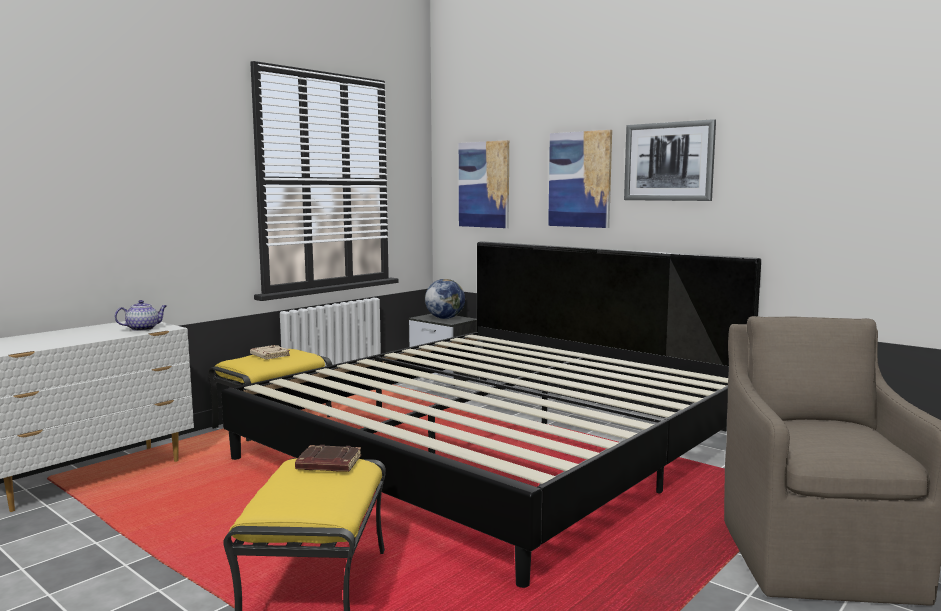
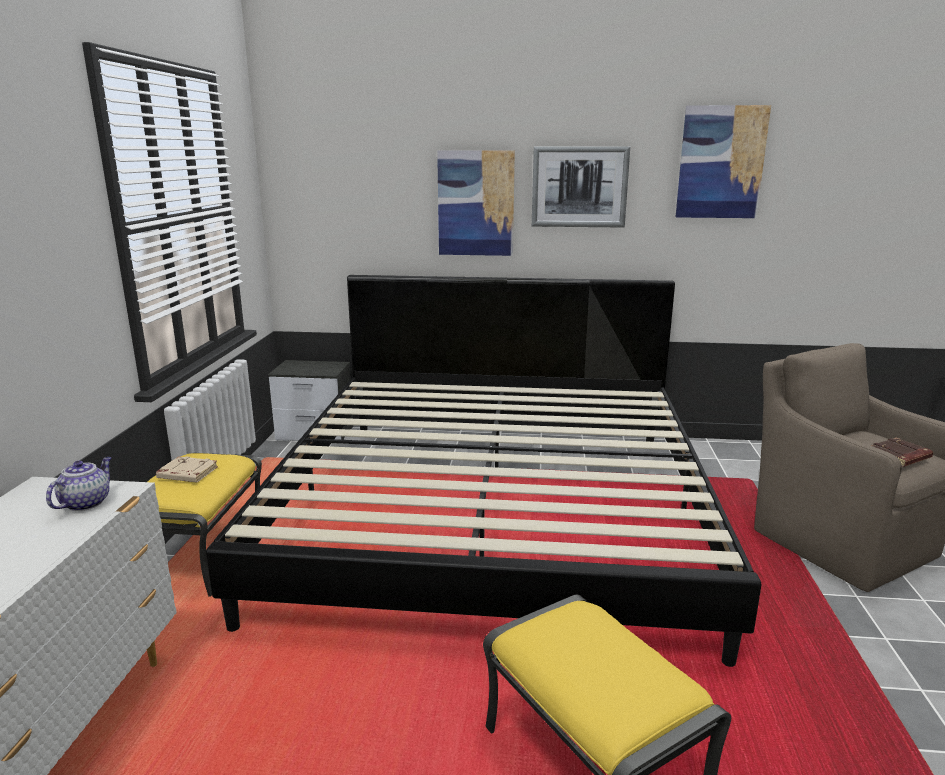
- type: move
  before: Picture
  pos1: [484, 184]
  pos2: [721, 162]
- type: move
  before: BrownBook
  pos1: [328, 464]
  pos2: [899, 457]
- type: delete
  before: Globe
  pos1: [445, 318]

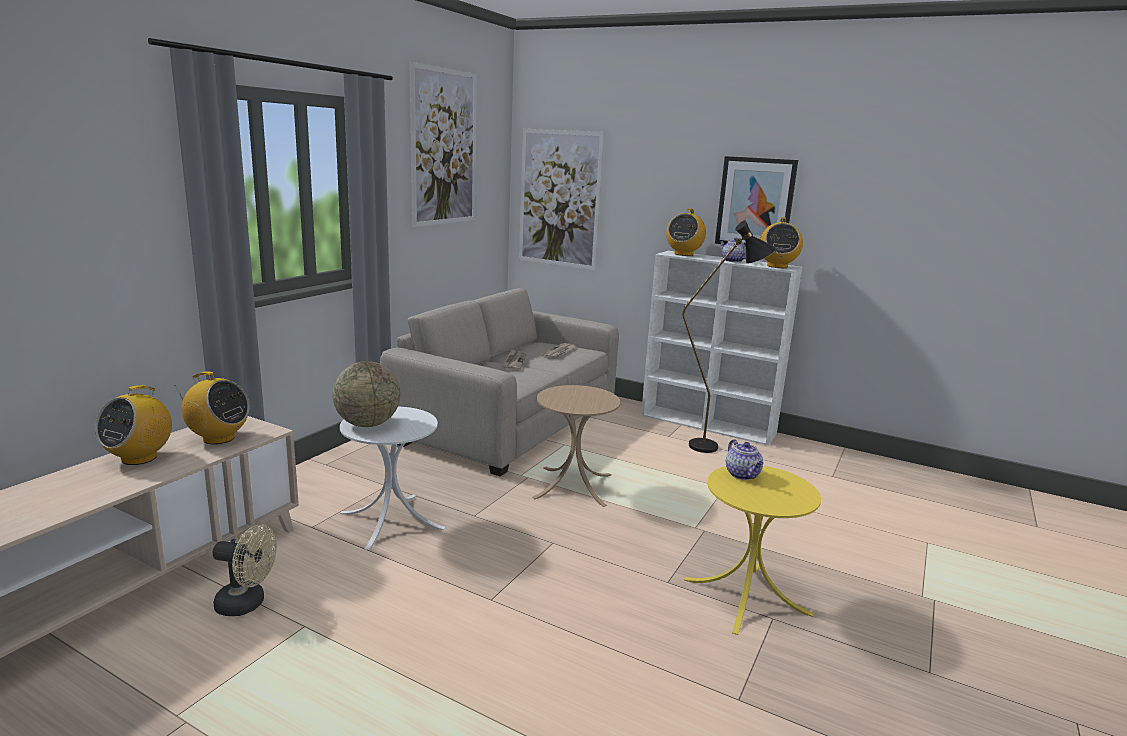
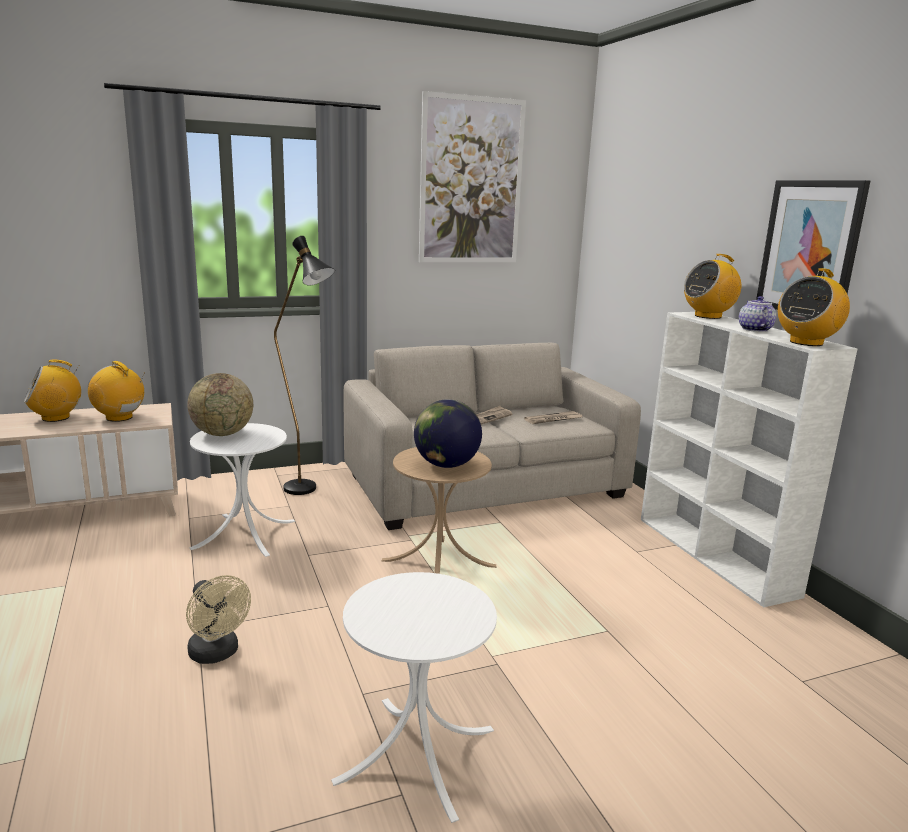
- type: rotate
  before: Radio
  pos1: [218, 438]
  pos2: [119, 417]
  turn: 150
- type: move
  before: BeigeFan
  pos1: [247, 604]
  pos2: [217, 654]
- type: move
  before: BlackFloorLamp
  pos1: [714, 447]
  pos2: [308, 492]
- type: recolor
  before: YellowSideTable
  after: WhiteSideTable
  pos1: [747, 596]
  pos2: [416, 754]
- type: insert
  after: Globe
  pos2: [446, 465]
- type: delete
  before: Picture
  pos1: [559, 199]
- type: delete
  before: Teapot
  pos1: [743, 475]

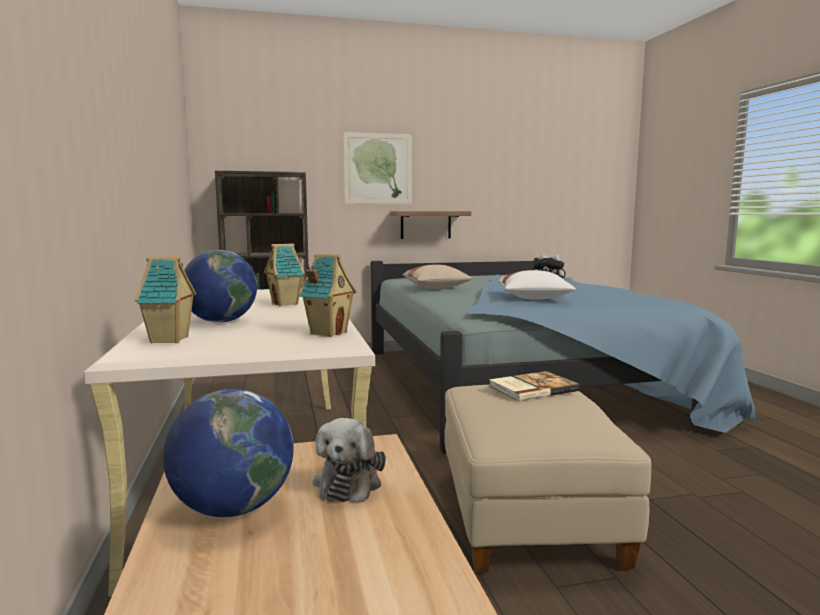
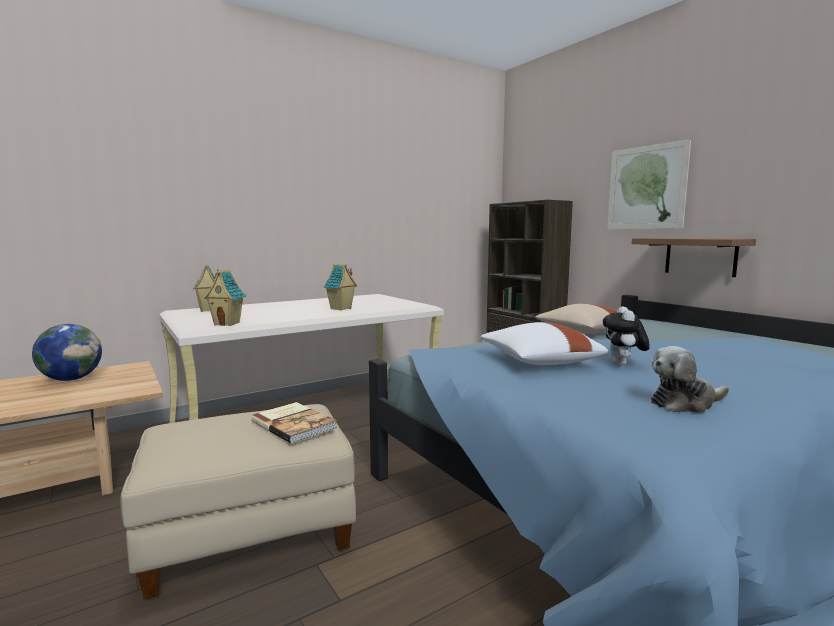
- type: move
  before: PlushToy
  pos1: [349, 482]
  pos2: [685, 403]
- type: delete
  before: Globe
  pos1: [221, 321]

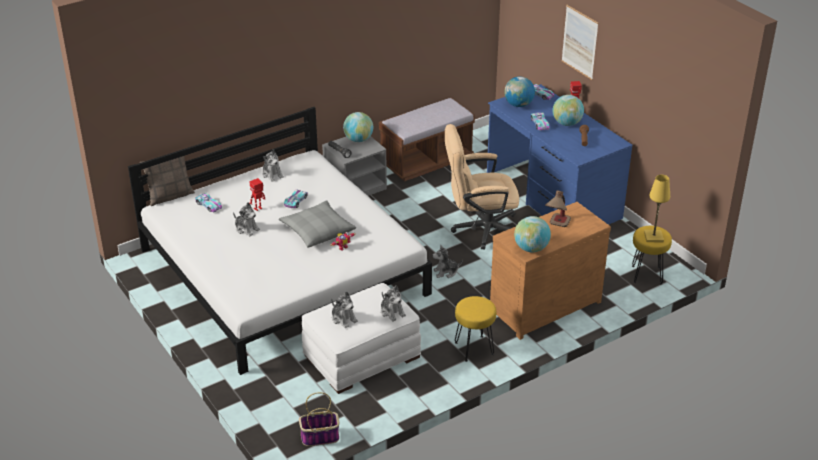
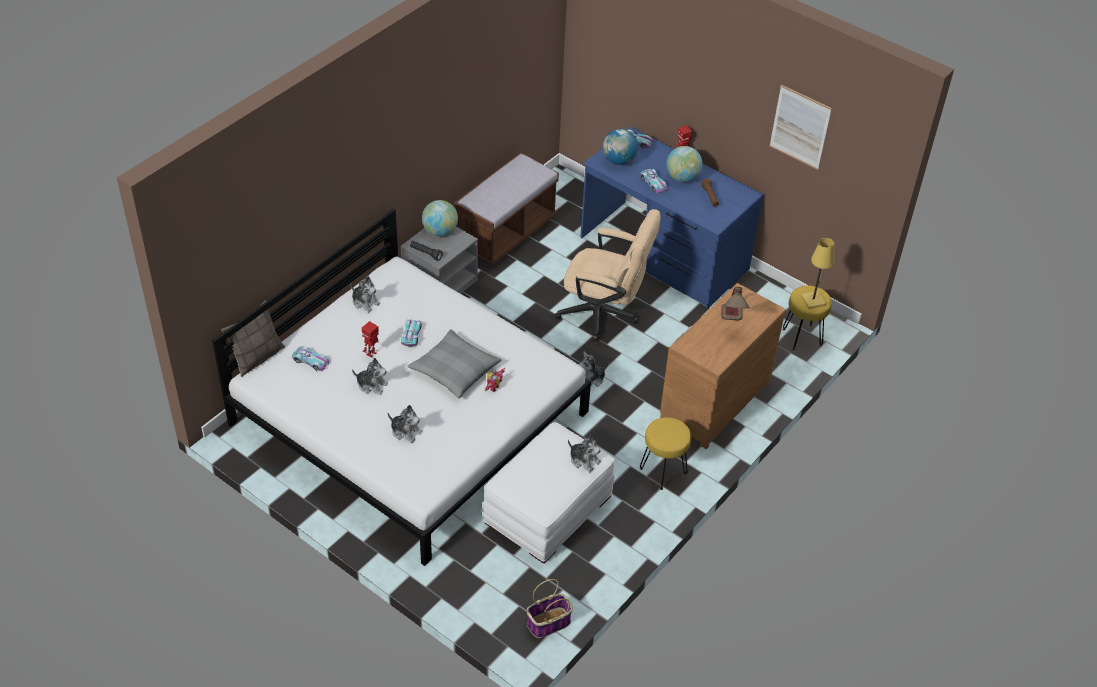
- type: move
  before: PlushToy
  pos1: [343, 319]
  pos2: [405, 431]
- type: rotate
  before: BeigeOfficeChair
  pos1: [480, 229]
  pos2: [604, 314]
  turn: -135
- type: move
  before: Picture
  pos1: [579, 42]
  pos2: [800, 127]
- type: delete
  before: Globe
  pos1: [531, 248]

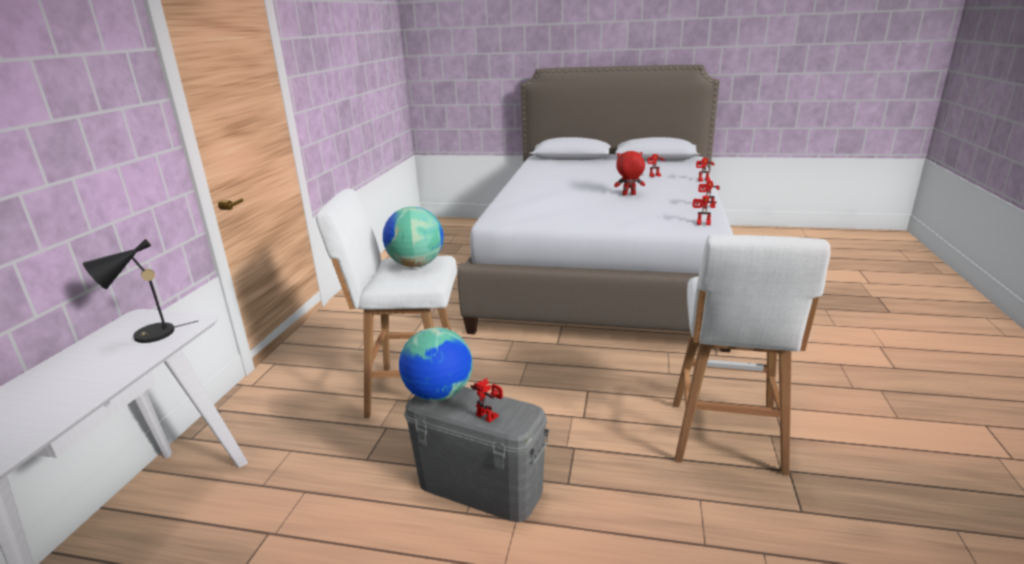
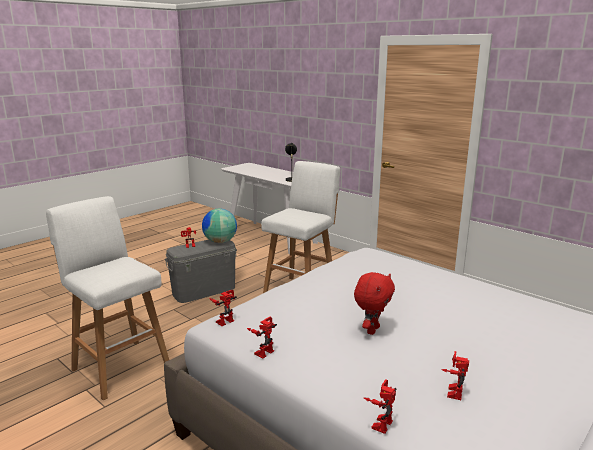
- type: delete
  before: Globe
  pos1: [416, 264]

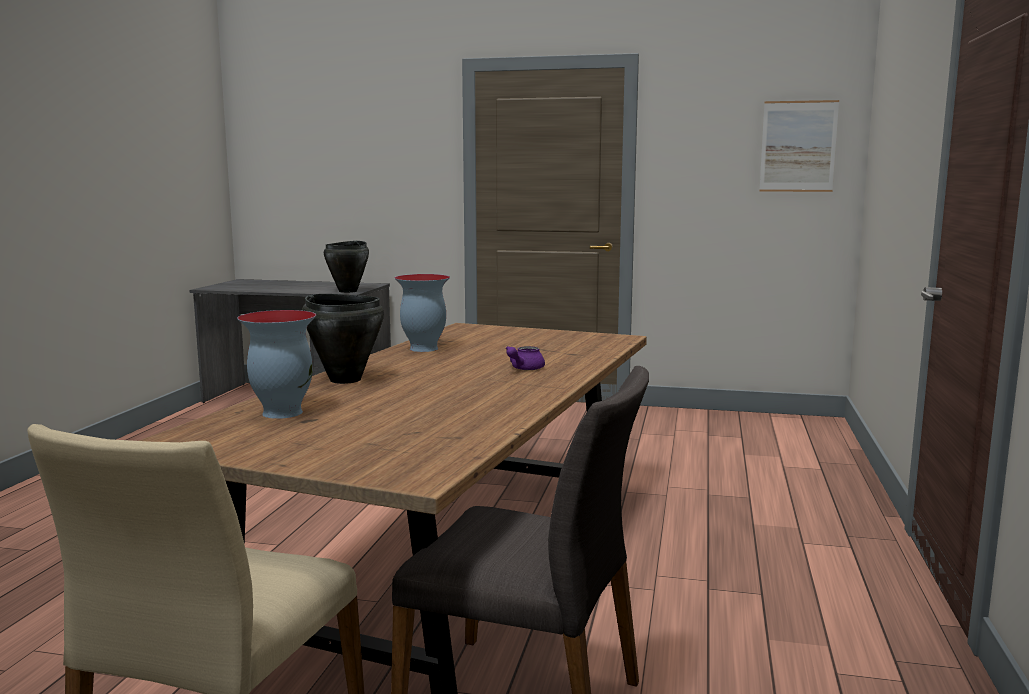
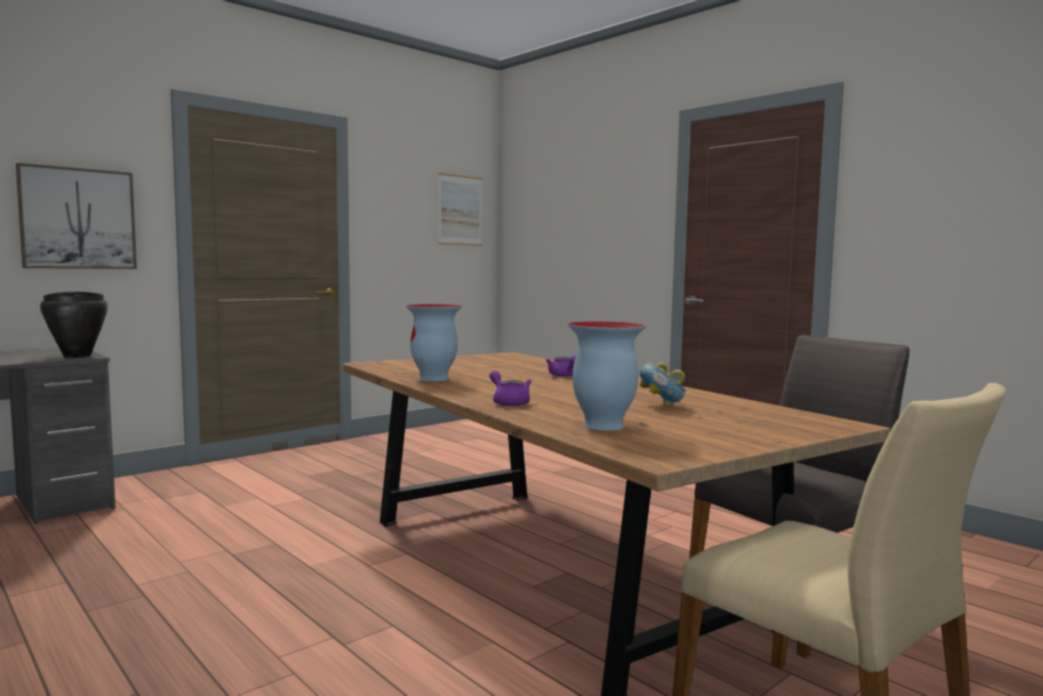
- type: insert
  after: Picture
  pos2: [78, 219]
- type: replace
  before: BlackCookingPot
  after: PurpleTeapot
  pos1: [345, 379]
  pos2: [509, 403]
- type: insert
  after: Bowl
  pos2: [662, 406]

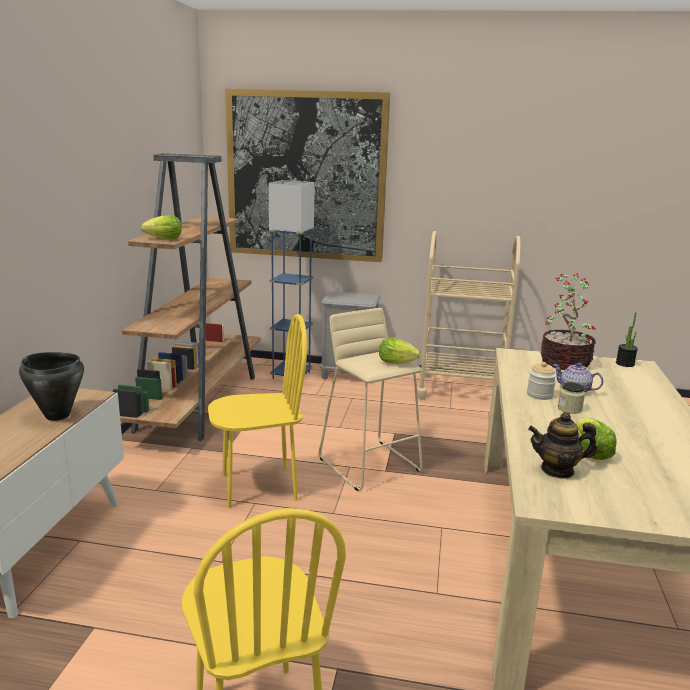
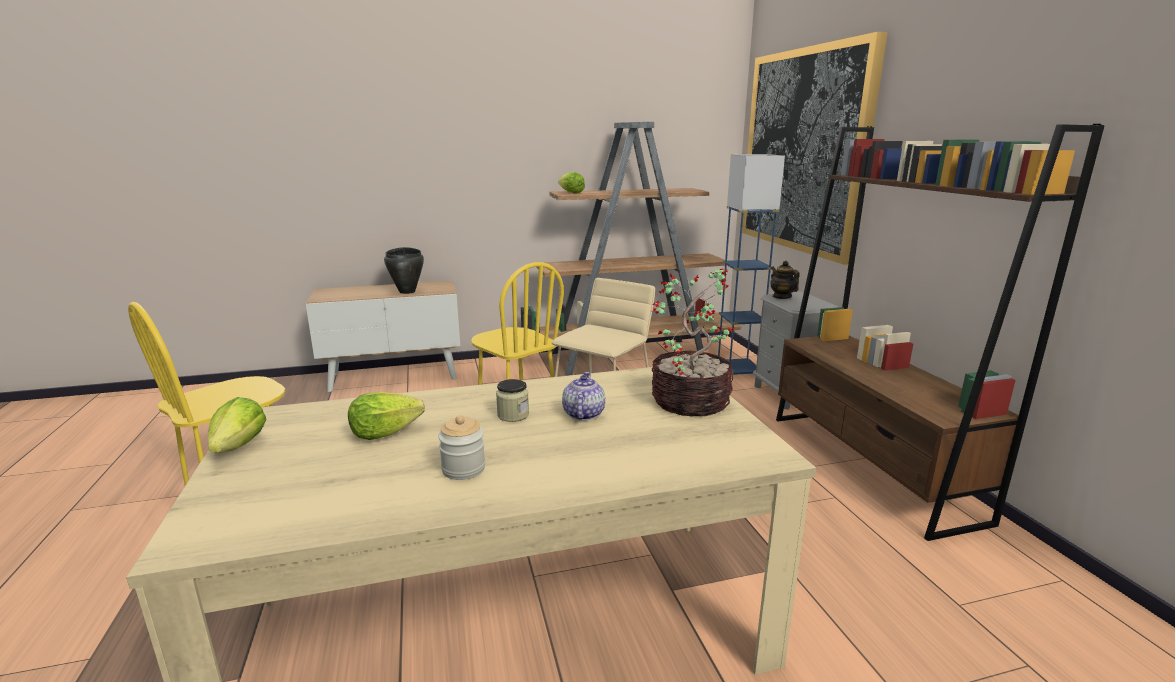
- type: move
  before: Lettuce
  pos1: [396, 362]
  pos2: [240, 446]
- type: move
  before: Jar
  pos1: [539, 395]
  pos2: [463, 469]
- type: move
  before: Teapot
  pos1: [557, 470]
  pos2: [782, 297]
- type: replace
  before: BeigeCart
  after: BrownBookcase
  pos1: [460, 390]
  pos2: [870, 465]
- type: delete
  before: PottedPlant
  pos1: [625, 364]

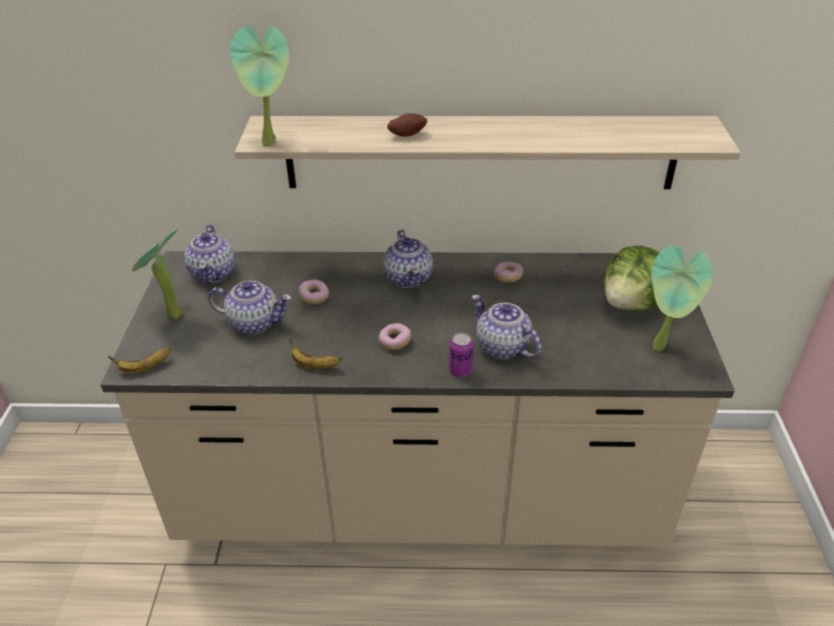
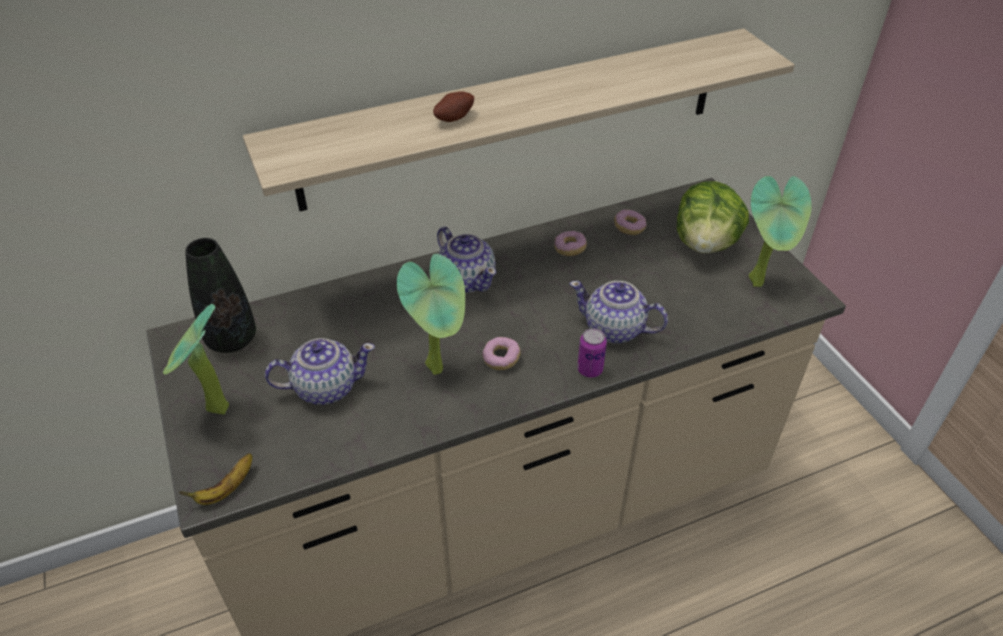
- type: replace
  before: Teapot
  after: BlackVase
  pos1: [214, 273]
  pos2: [232, 340]
- type: move
  before: PottedPlant
  pos1: [271, 143]
  pos2: [439, 367]
- type: move
  before: Donut
  pos1: [314, 297]
  pos2: [629, 228]
- type: delete
  before: Banana
  pos1: [314, 365]

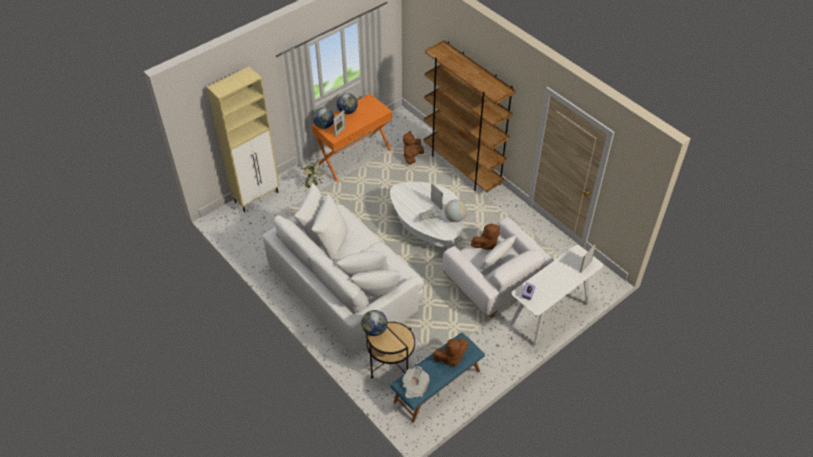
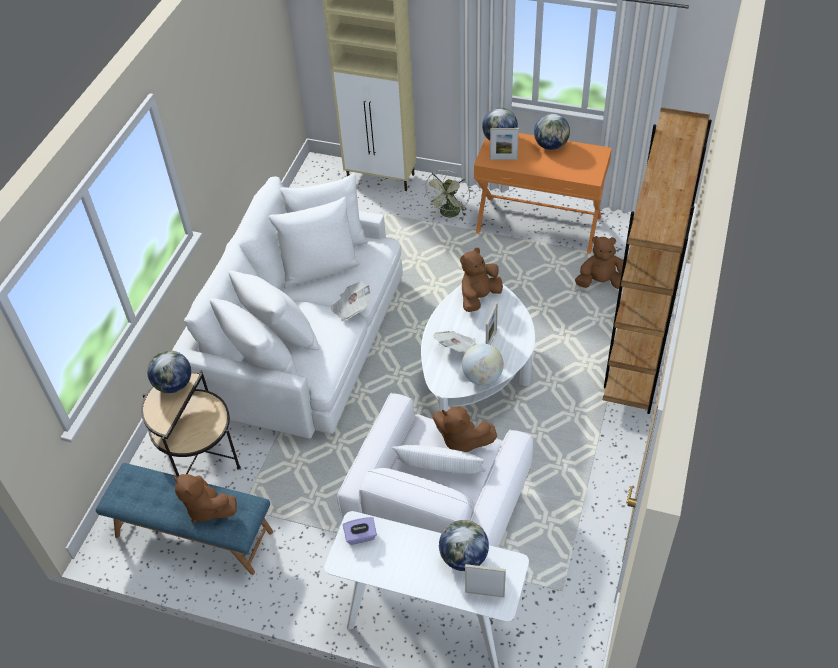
- type: move
  before: Newspaper
  pos1: [414, 387]
  pos2: [352, 308]
- type: insert
  after: Globe
  pos2: [463, 557]
- type: insert
  after: BrownPlushToy
  pos2: [479, 297]

